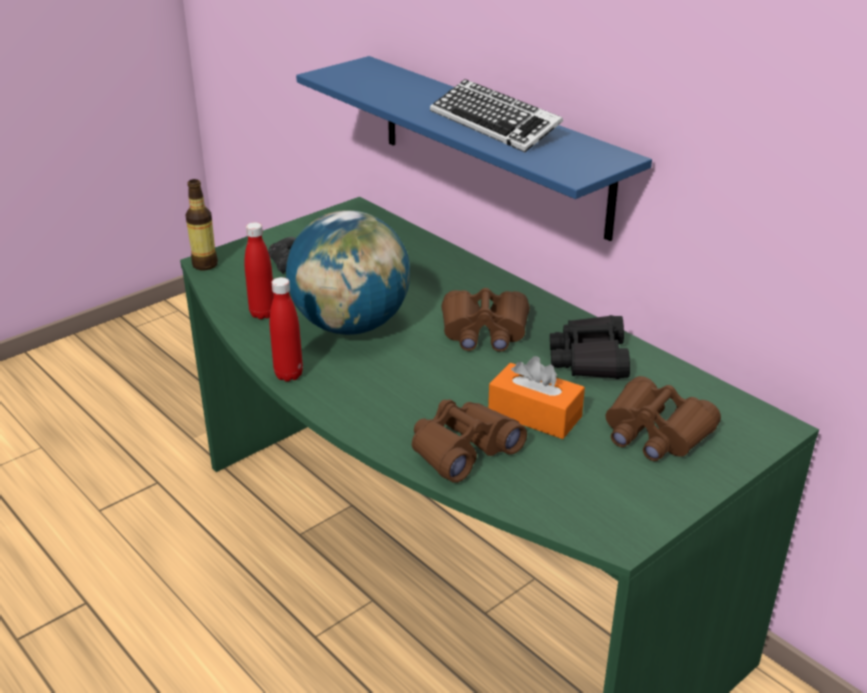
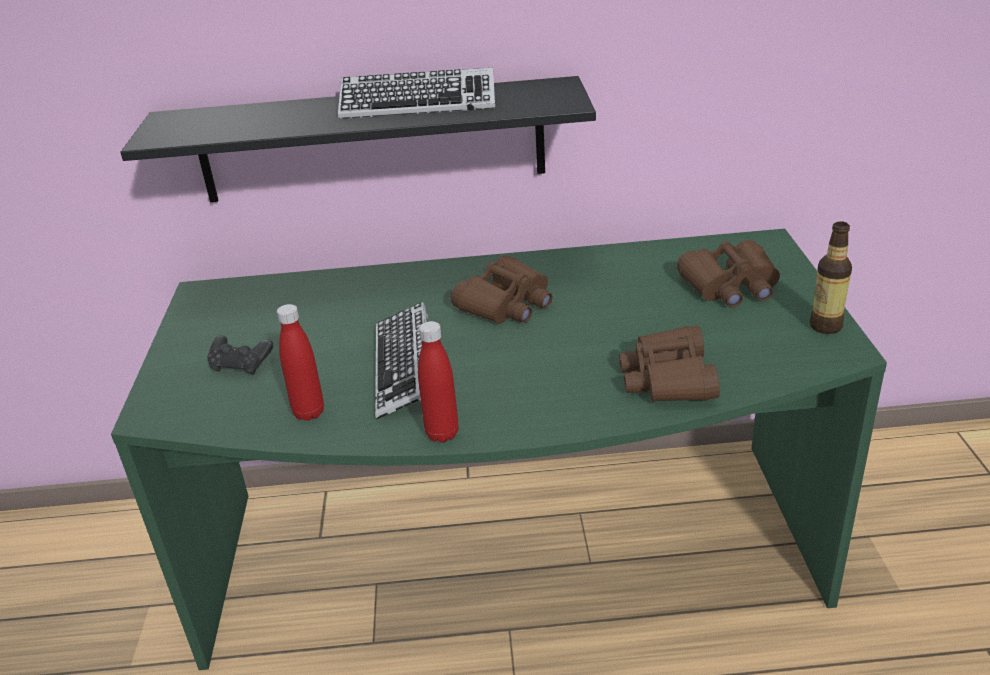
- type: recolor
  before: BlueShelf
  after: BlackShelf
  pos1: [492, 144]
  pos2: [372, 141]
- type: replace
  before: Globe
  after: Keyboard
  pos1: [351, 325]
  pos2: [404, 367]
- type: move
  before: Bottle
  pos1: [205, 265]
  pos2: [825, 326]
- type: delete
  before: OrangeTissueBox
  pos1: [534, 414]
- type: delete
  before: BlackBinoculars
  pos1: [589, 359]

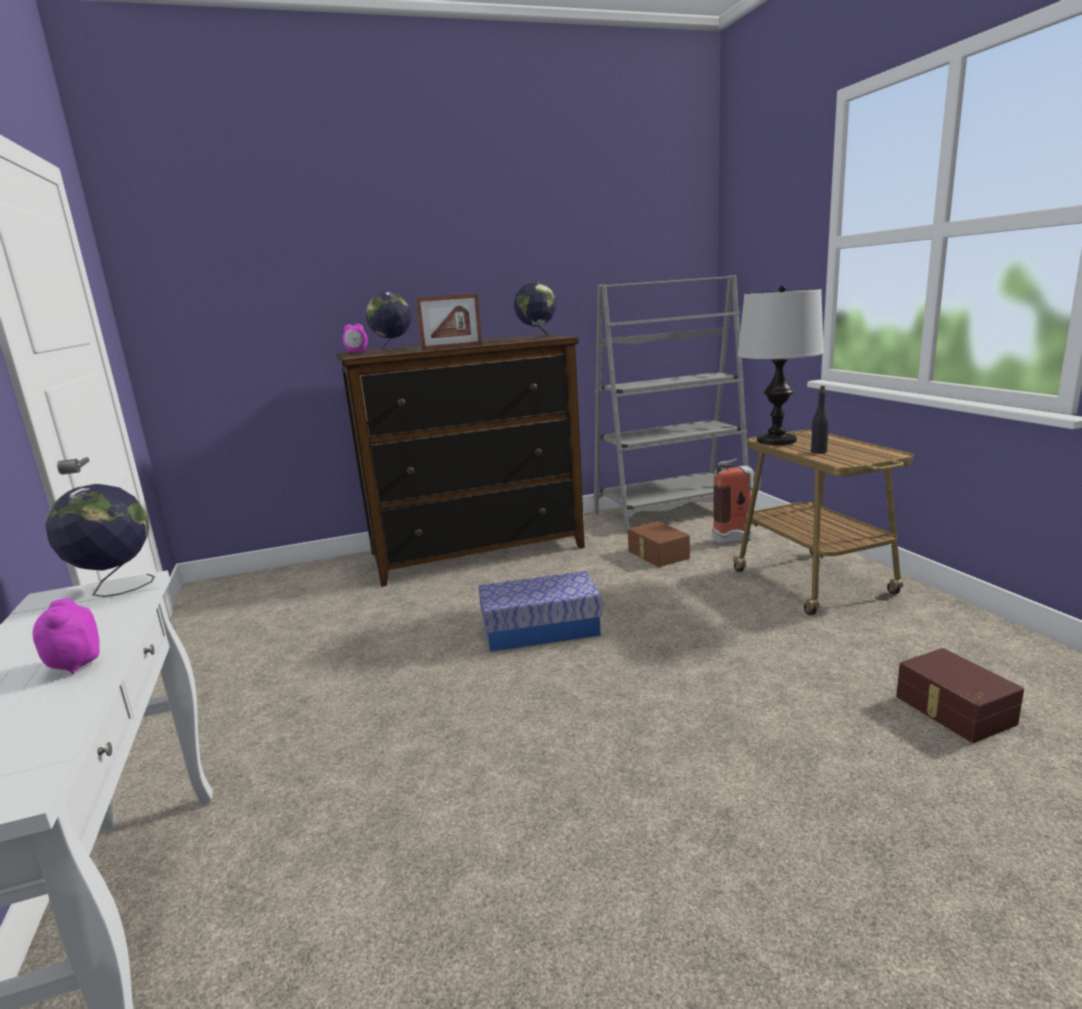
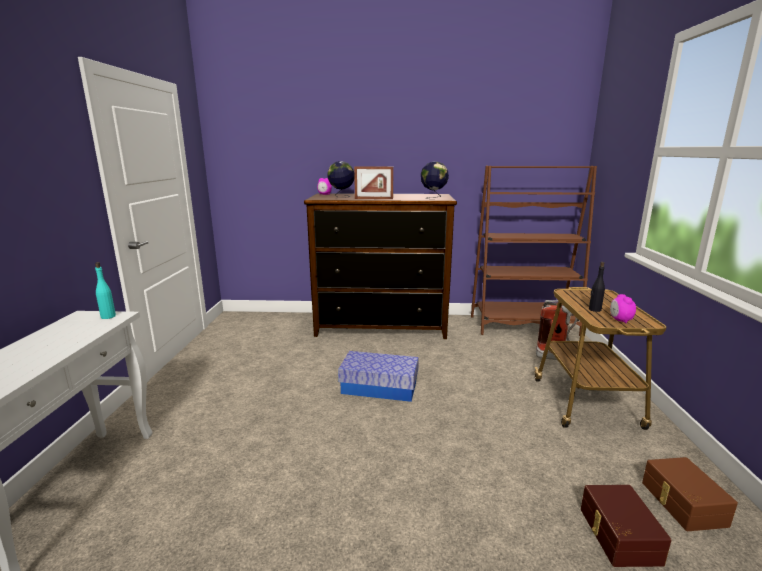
- type: replace
  before: Globe
  after: TurquoiseBottle
  pos1: [115, 588]
  pos2: [108, 316]
- type: recolor
  before: GreyBookcase
  after: BrownBookcase
  pos1: [671, 511]
  pos2: [523, 326]
- type: move
  before: AlarmClock
  pos1: [75, 665]
  pos2: [620, 320]
- type: move
  before: BrownStorageBox
  pos1: [657, 555]
  pos2: [681, 503]
- type: delete
  before: TableLamp
  pos1: [777, 441]

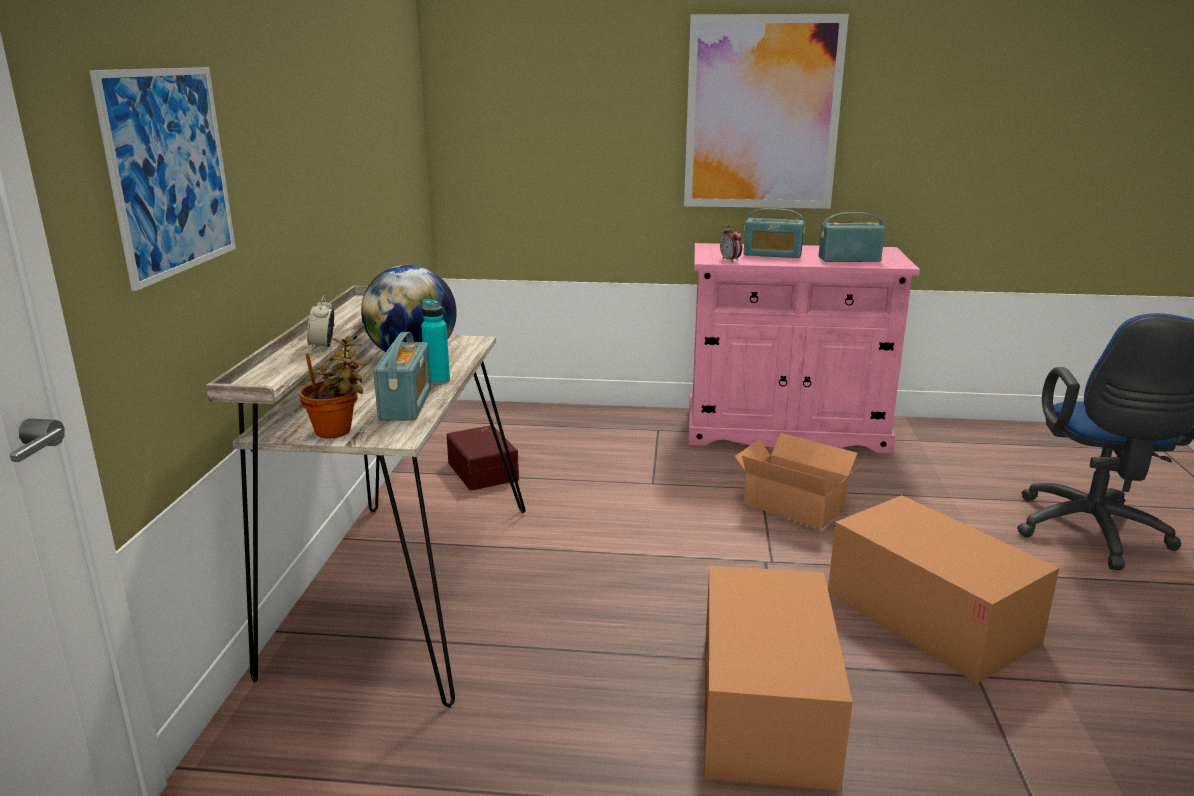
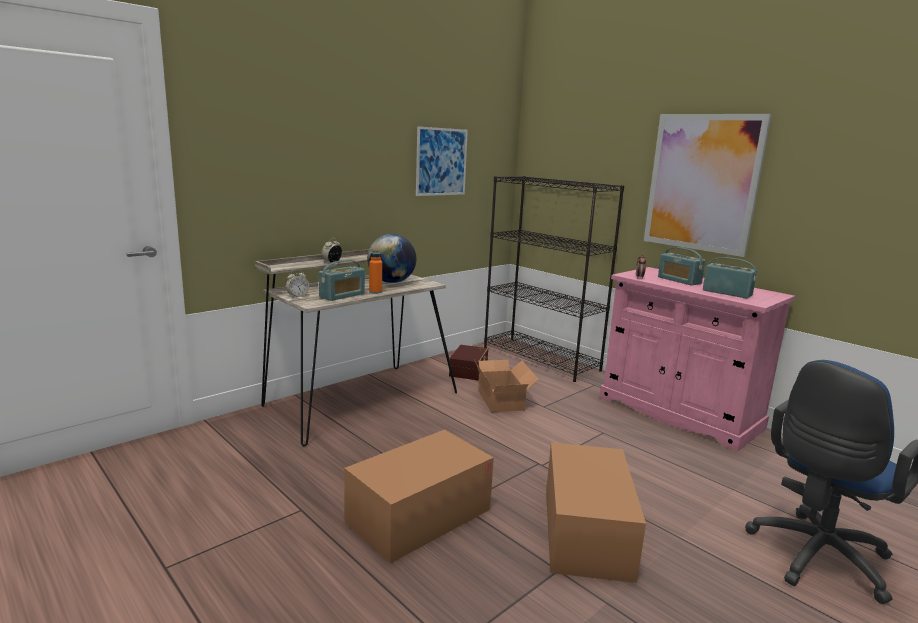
- type: replace
  before: PottedPlant
  after: AlarmClock
  pos1: [337, 432]
  pos2: [297, 296]
- type: recolor
  before: TurquoiseBottle
  after: OrangeBottle
  pos1: [437, 381]
  pos2: [375, 292]
- type: move
  before: Picture
  pos1: [170, 172]
  pos2: [441, 162]
- type: move
  before: CardboardBox
  pos1: [793, 503]
  pos2: [502, 399]
- type: insert
  after: BlackBookcase
  pos2: [541, 359]

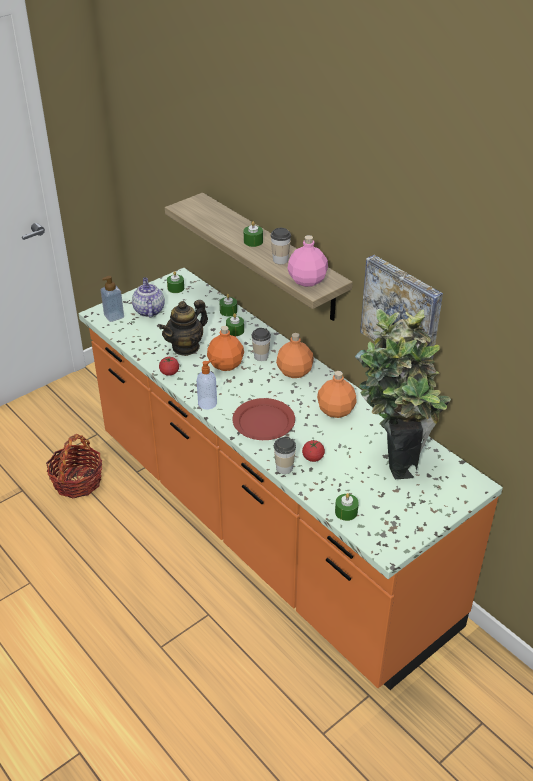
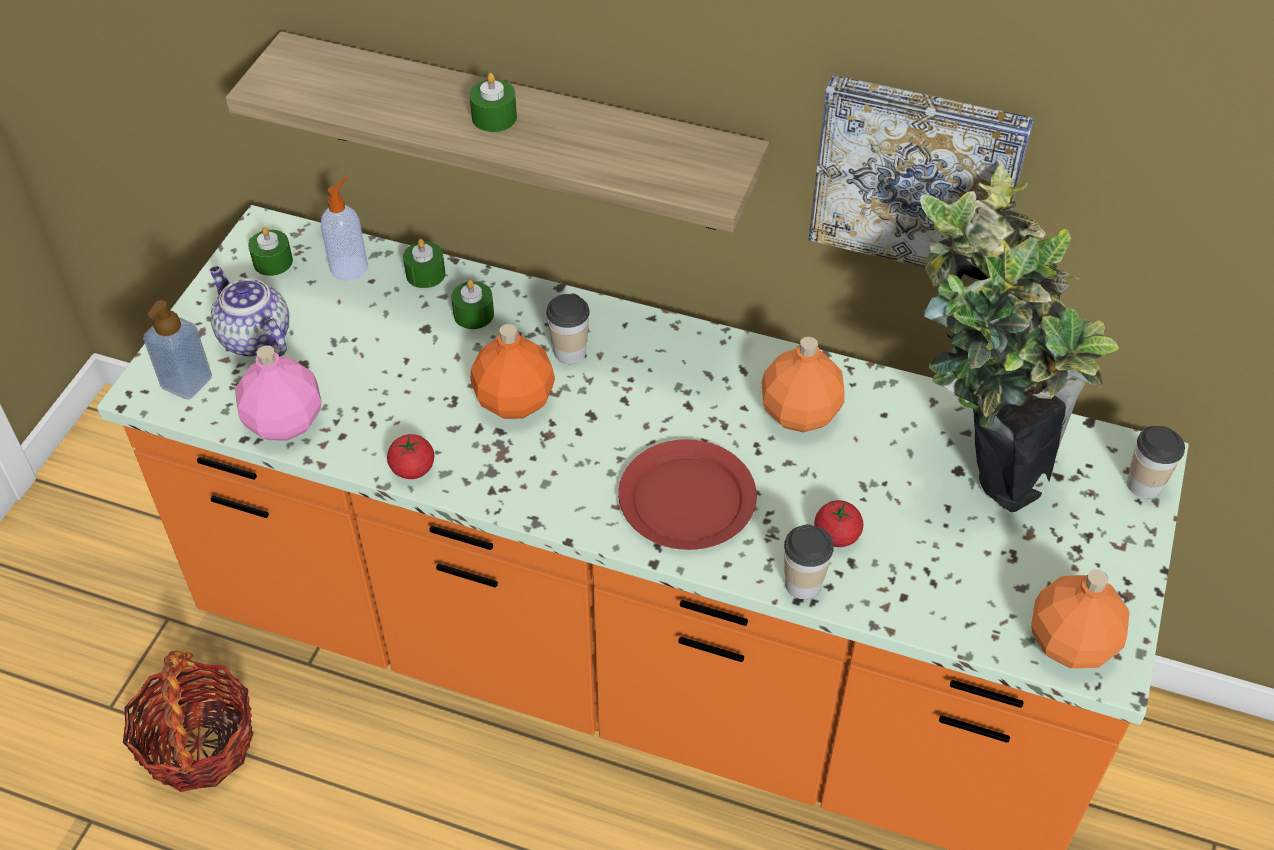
- type: move
  before: PinkBottle
  pos1: [306, 280]
  pos2: [283, 422]
- type: move
  before: SoapDispenser
  pos1: [208, 403]
  pos2: [350, 267]
- type: move
  before: OrangeBottle
  pos1: [294, 371]
  pos2: [1069, 642]
- type: move
  before: Cup
  pos1: [280, 260]
  pos2: [1144, 485]
- type: delete
  before: Teapot
  pos1: [186, 347]
- type: delete
  before: GreenCandle
  pos1: [346, 512]

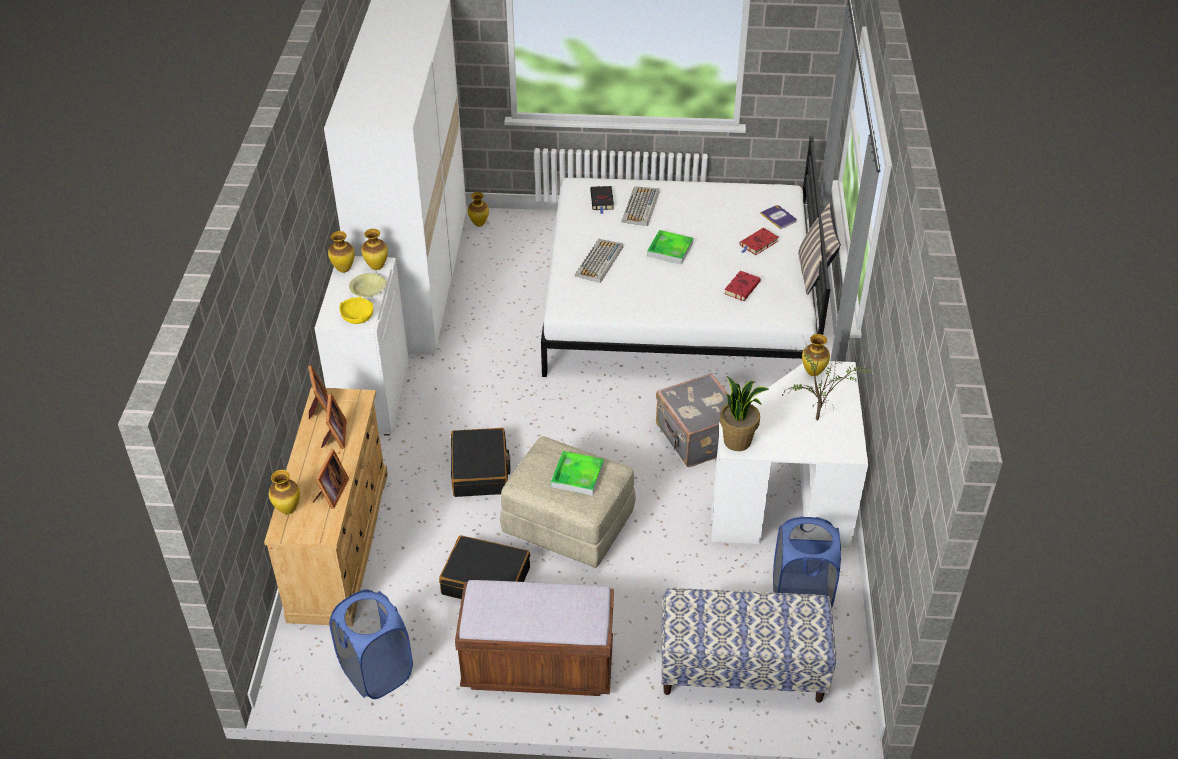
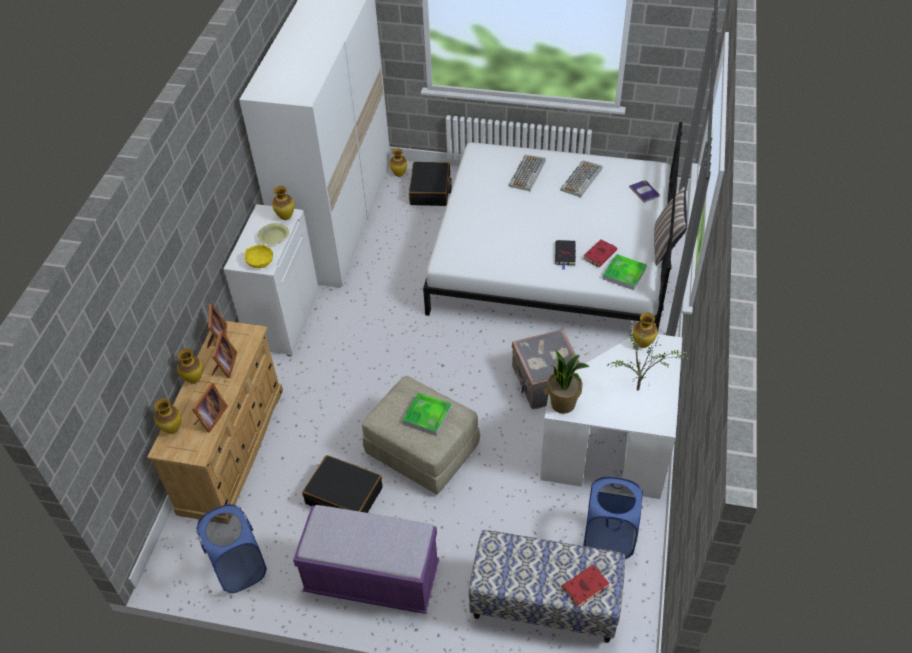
- type: move
  before: Vase
  pos1: [343, 269]
  pos2: [194, 379]
- type: recolor
  before: BrownBench
  after: PurpleBench
  pos1: [538, 666]
  pos2: [372, 579]
- type: move
  before: BlackSuitcase
  pos1: [480, 470]
  pos2: [430, 190]
- type: move
  before: BlackBook
  pos1: [602, 201]
  pos2: [565, 255]
- type: move
  before: Keyboard
  pos1: [599, 262]
  pos2: [581, 179]
- type: move
  before: RedBook
  pos1: [758, 244]
  pos2: [584, 588]
- type: move
  before: Tray
  pos1: [670, 249]
  pos2: [624, 274]

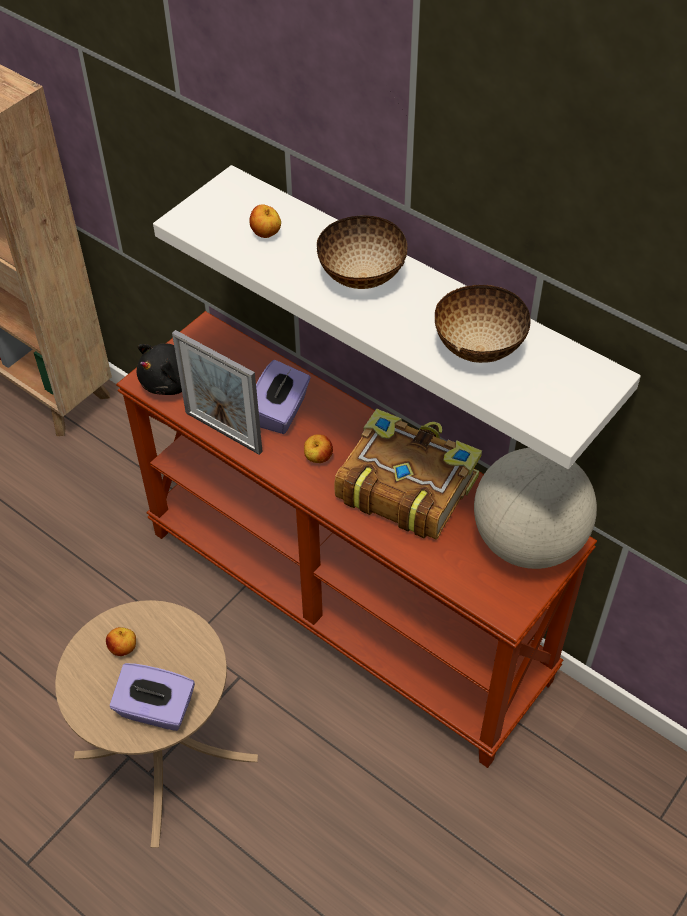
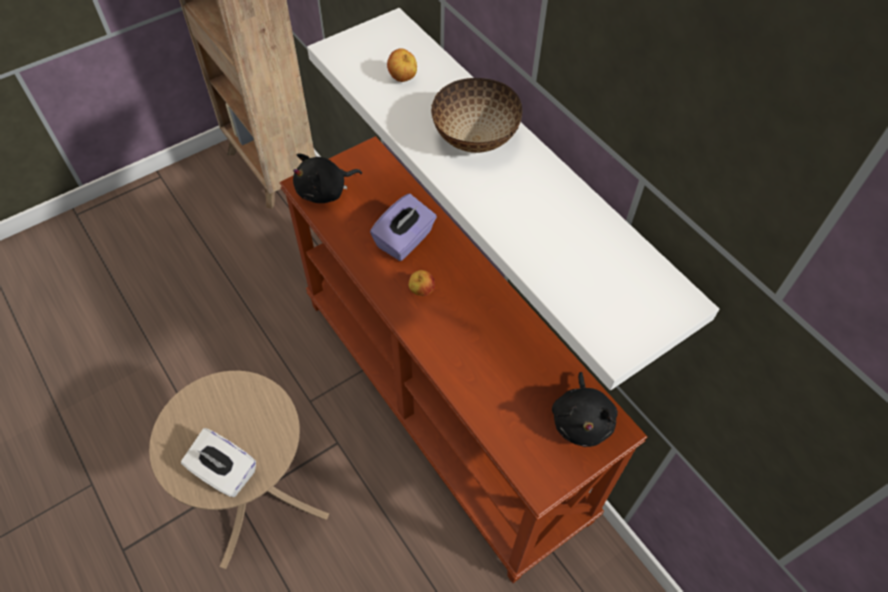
- type: recolor
  before: PurpleTissueBox
  after: WhiteTissueBox
  pos1: [156, 709]
  pos2: [224, 472]
- type: replace
  before: Globe
  after: BlackPlushToy
  pos1: [528, 542]
  pos2: [581, 420]
- type: delete
  before: Apple
  pos1: [124, 649]
- type: delete
  before: PictureFrame
  pos1: [223, 432]
- type: delete
  before: Book
  pos1: [405, 486]
- type: delete
  before: Bowl
  pos1: [478, 347]

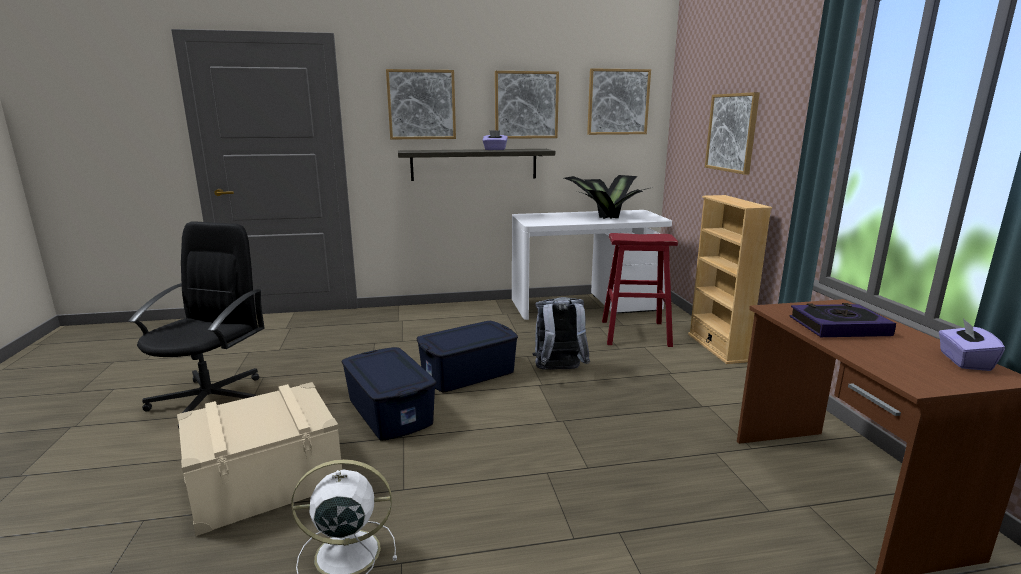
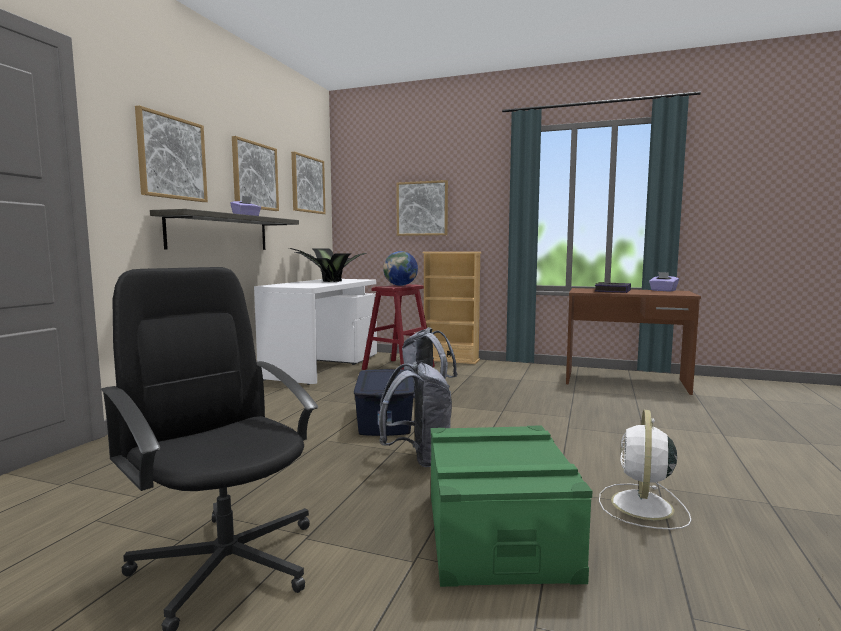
- type: replace
  before: BlueStorageBox
  after: GreyBackpack
  pos1: [390, 411]
  pos2: [418, 458]
- type: insert
  after: Globe
  pos2: [400, 285]
- type: recolor
  before: BeigeStorageBox
  after: GreenStorageBox
  pos1: [265, 479]
  pos2: [497, 533]

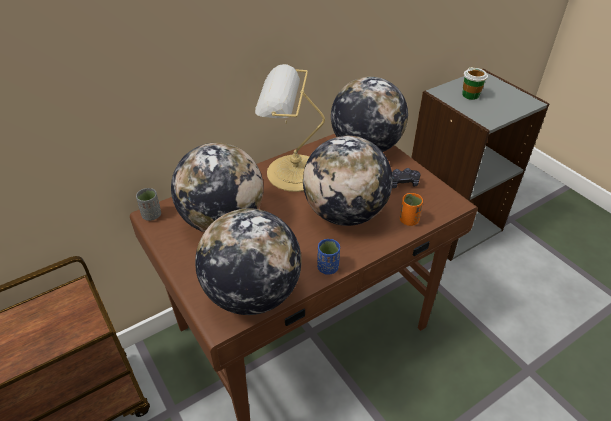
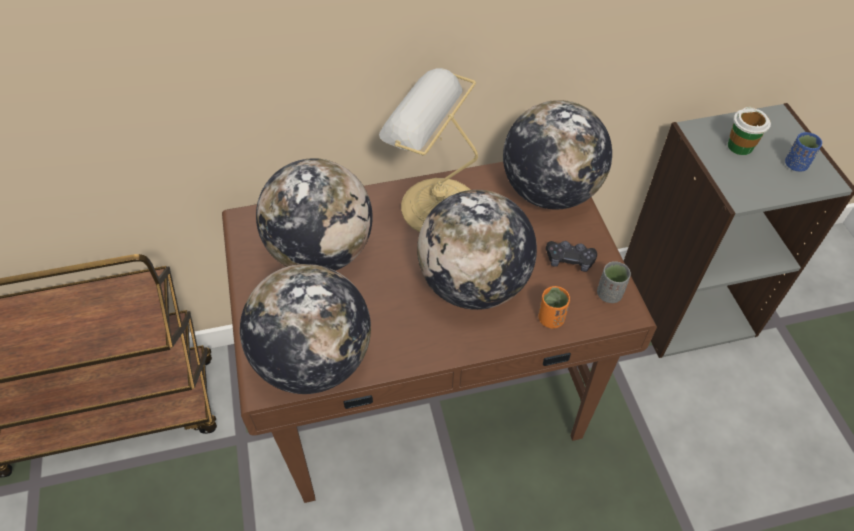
- type: move
  before: GreyCup
  pos1: [152, 215]
  pos2: [609, 294]
- type: move
  before: BlueCup
  pos1: [328, 267]
  pos2: [796, 165]

